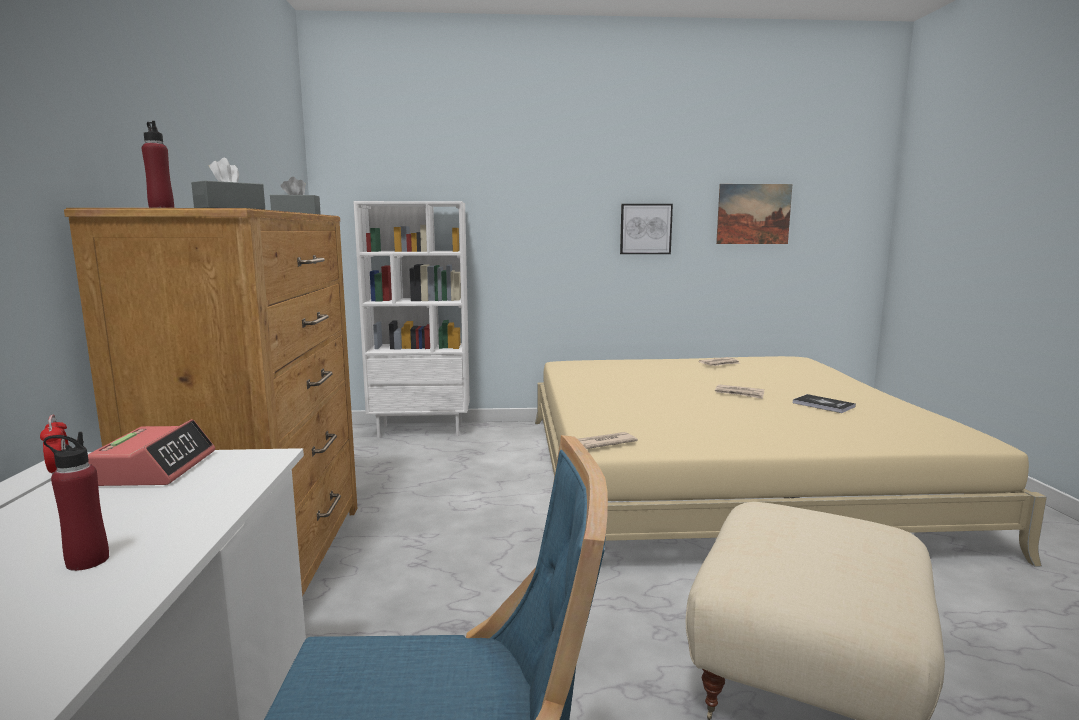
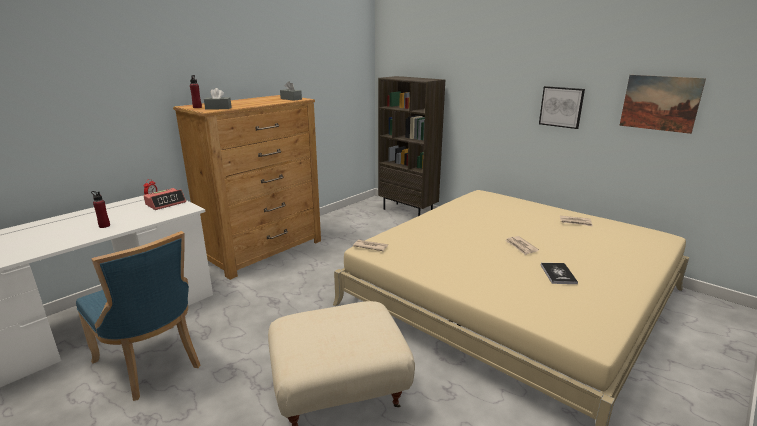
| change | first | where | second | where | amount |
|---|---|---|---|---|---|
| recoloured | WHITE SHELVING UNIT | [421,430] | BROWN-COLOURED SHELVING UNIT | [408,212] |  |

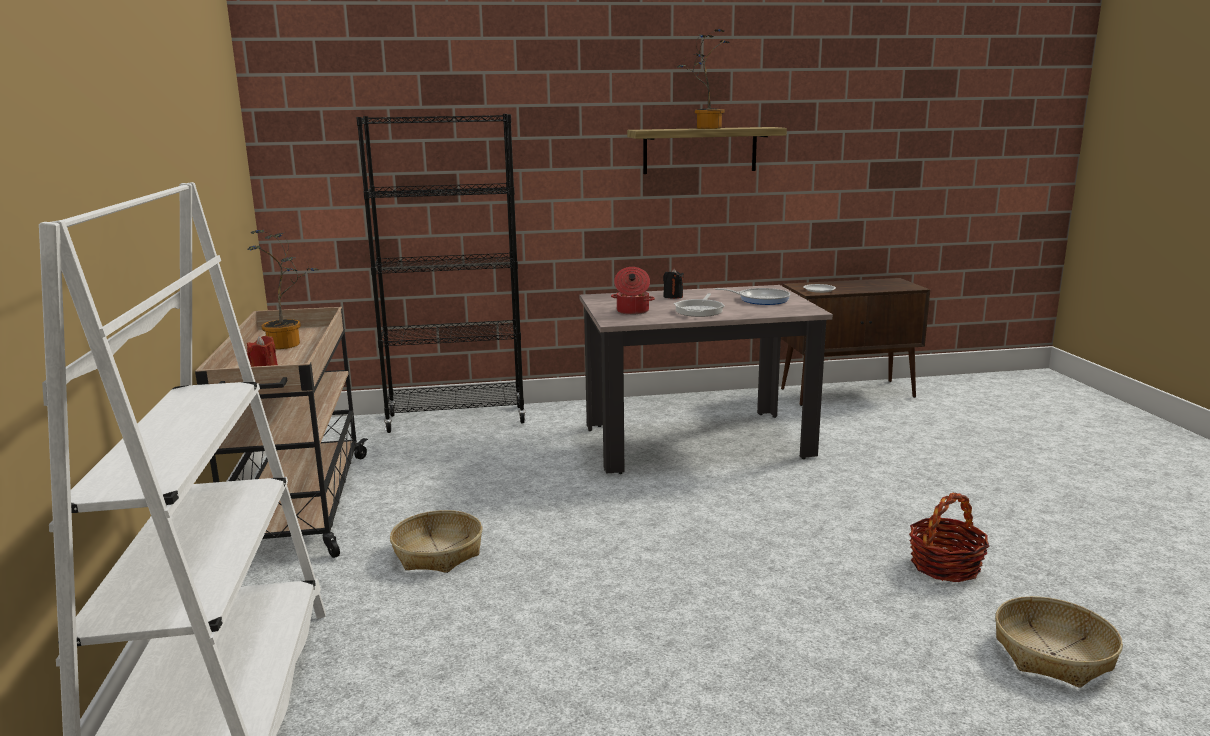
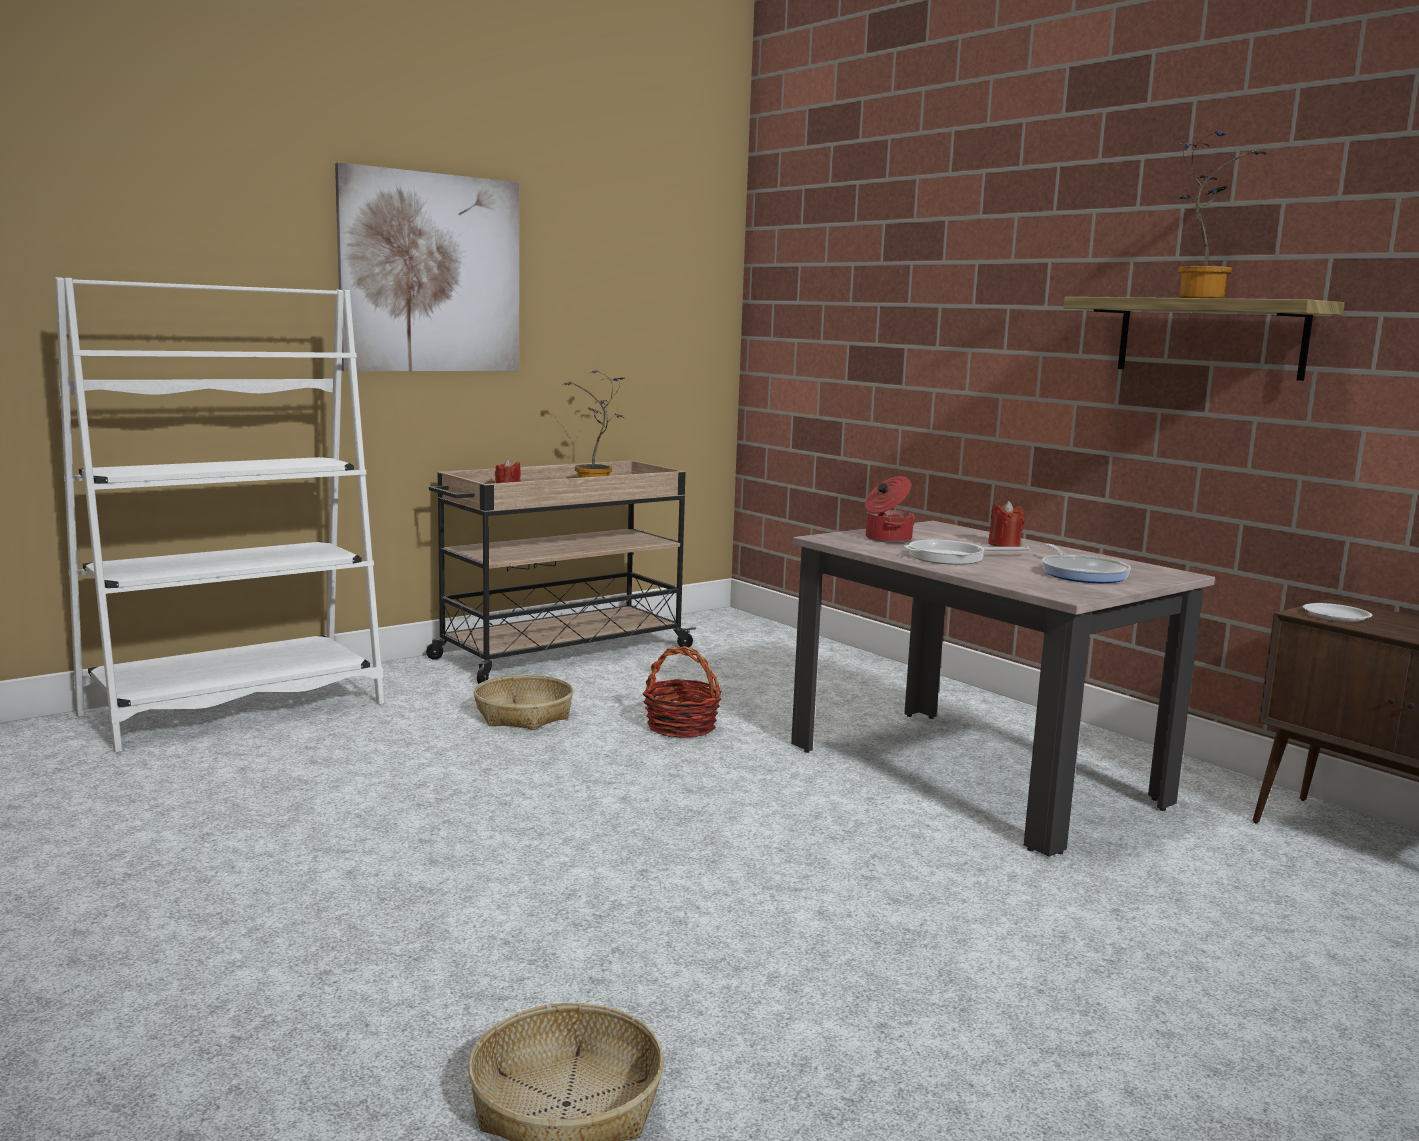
| change | first | where | second | where | amount |
|---|---|---|---|---|---|
| removed | BLACK SHELVING UNIT | [457,419] |  |  |  |
| added |  |  | WALL PICTURE | [431,273] |  |
| moved | BASKET | [945,566] |  | [681,727] |  |
| recoloured | BLACK WAX LIGHT | [673,296] | REDDISH WAX LIGHT | [1004,545] |  |

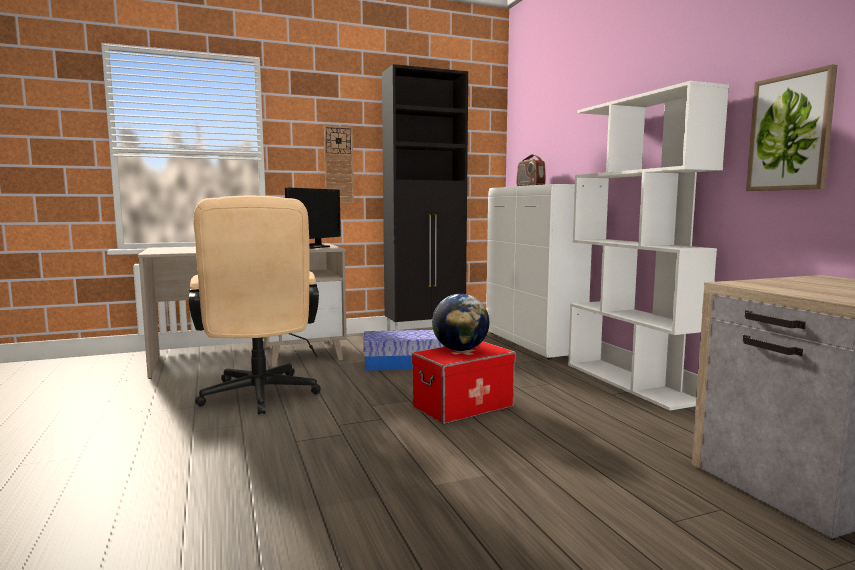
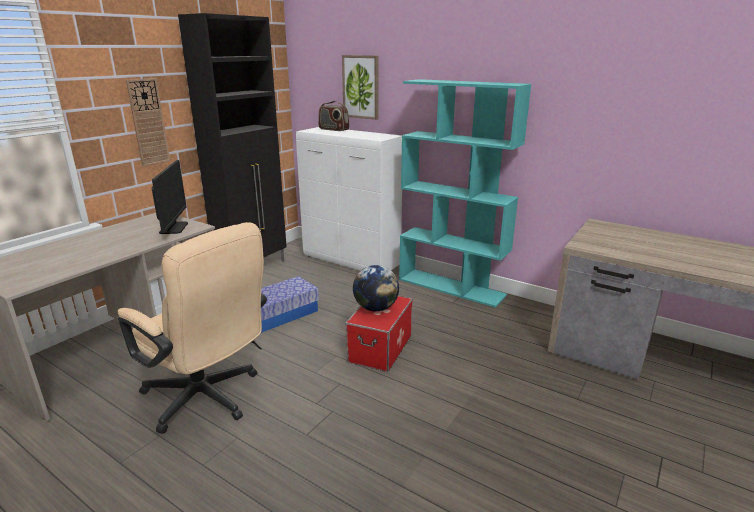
| change | first | where | second | where | amount |
|---|---|---|---|---|---|
| moved | WALL PICTURE | [790,133] |  | [361,87] |  |
| recoloured | WHITE SHELVING UNIT | [630,382] | TURQUOISE-COLOURED SHELVING UNIT | [452,287] |  |

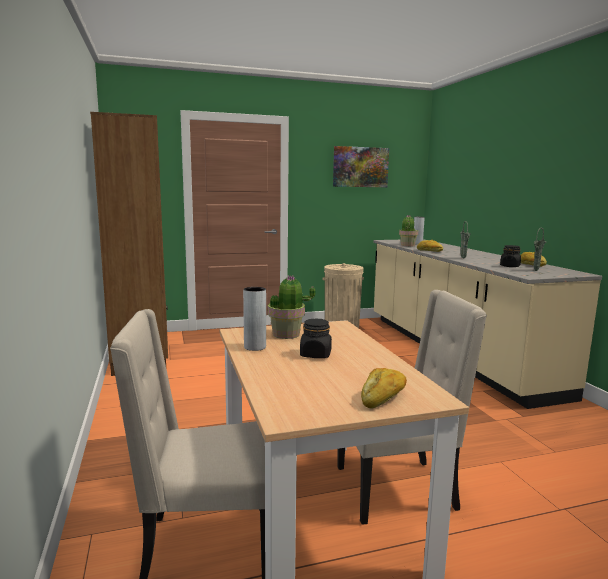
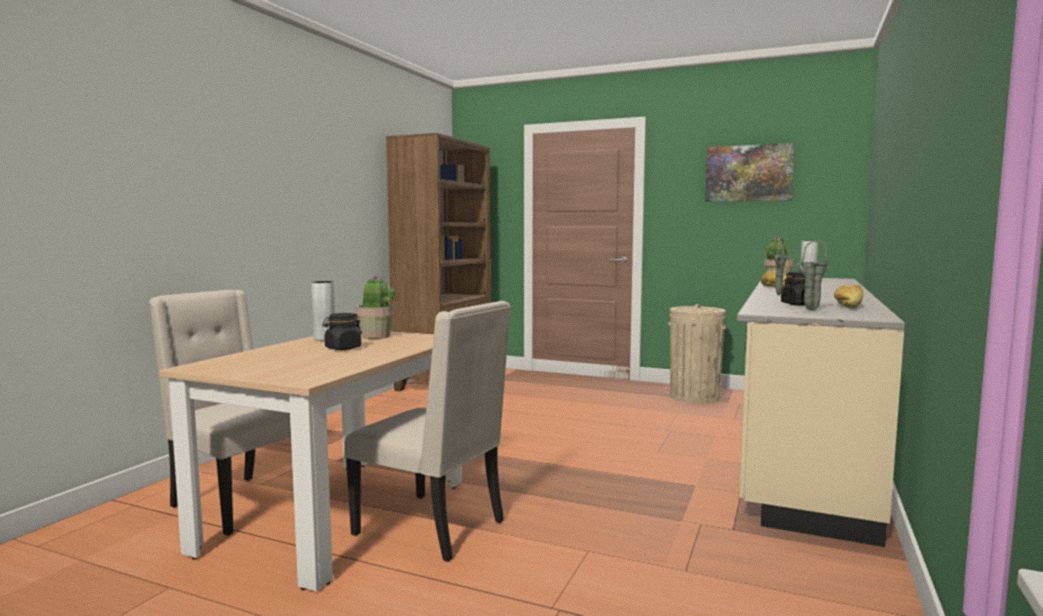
| change | first | where | second | where | amount |
|---|---|---|---|---|---|
| removed | BAKERY BREAD | [384,397] |  |  |  |

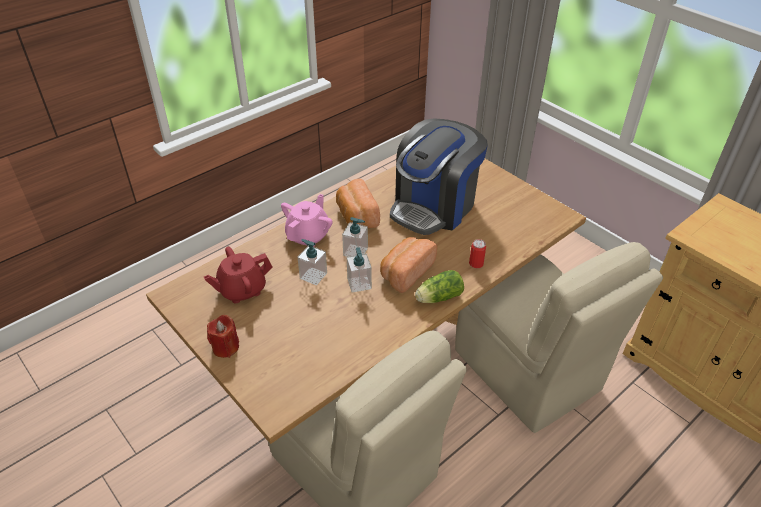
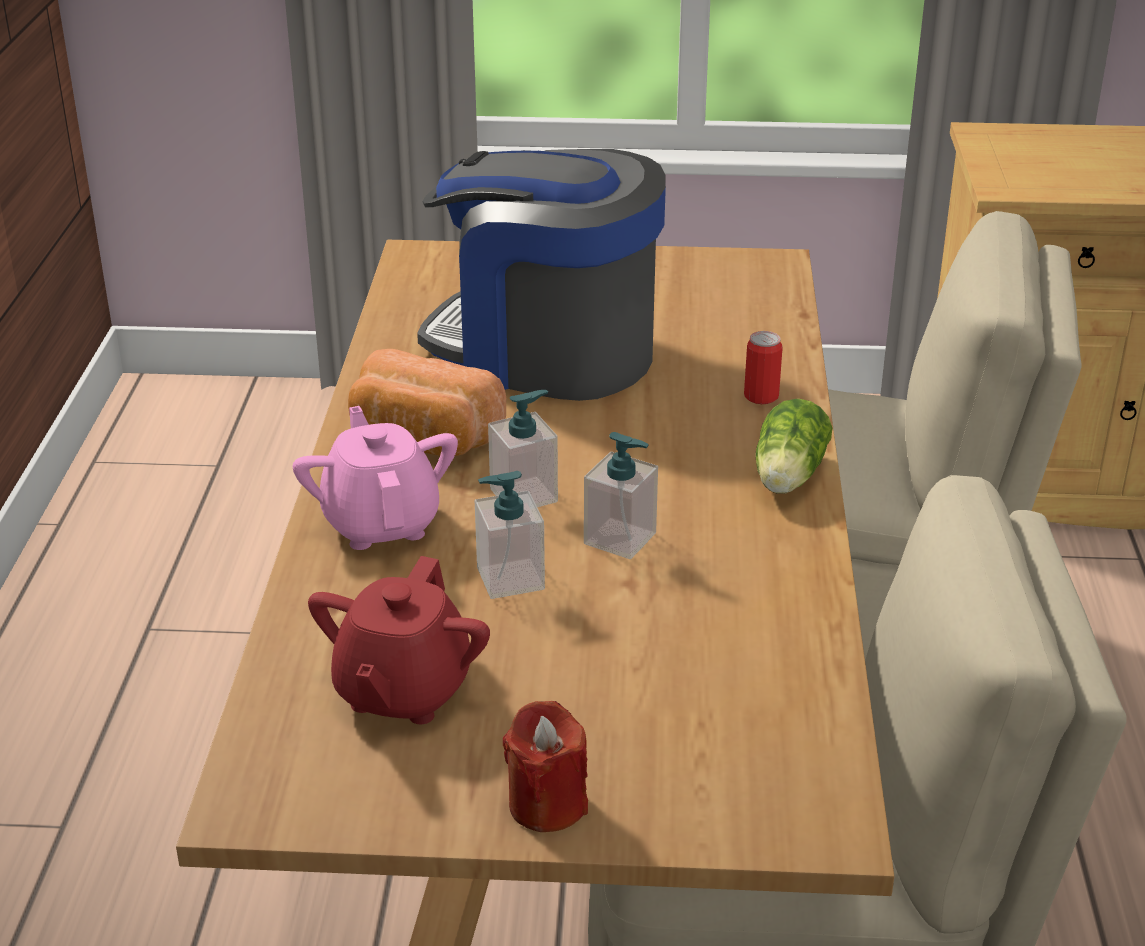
| change | first | where | second | where | amount |
|---|---|---|---|---|---|
| removed | BAKERY BREAD | [405,272] |  |  |  |
| turned | COFFEE MACHINE | [434,206] |  | [545,352] | 120 degrees clockwise |

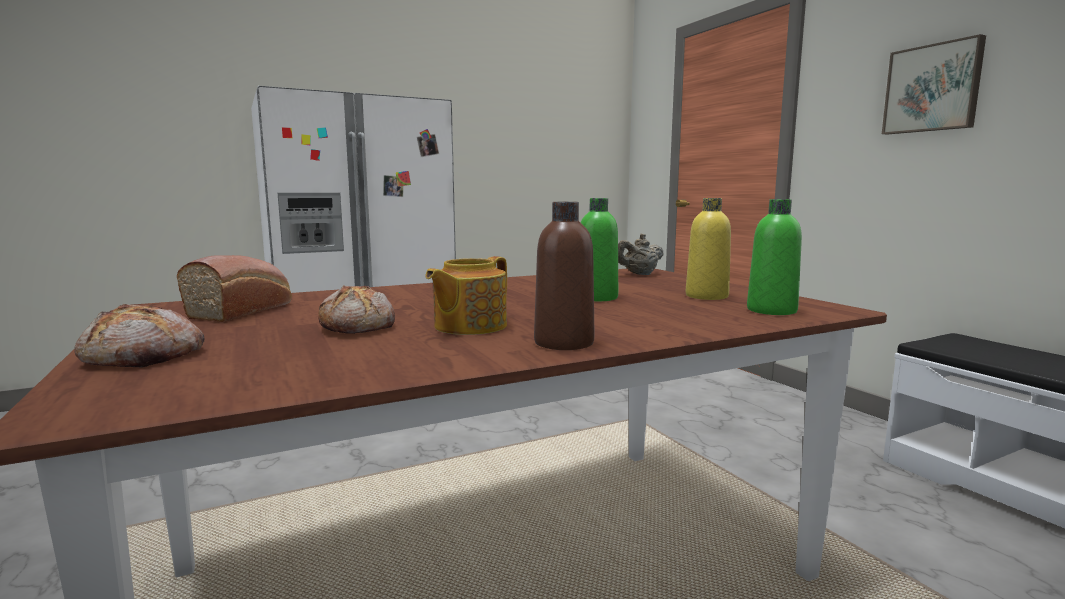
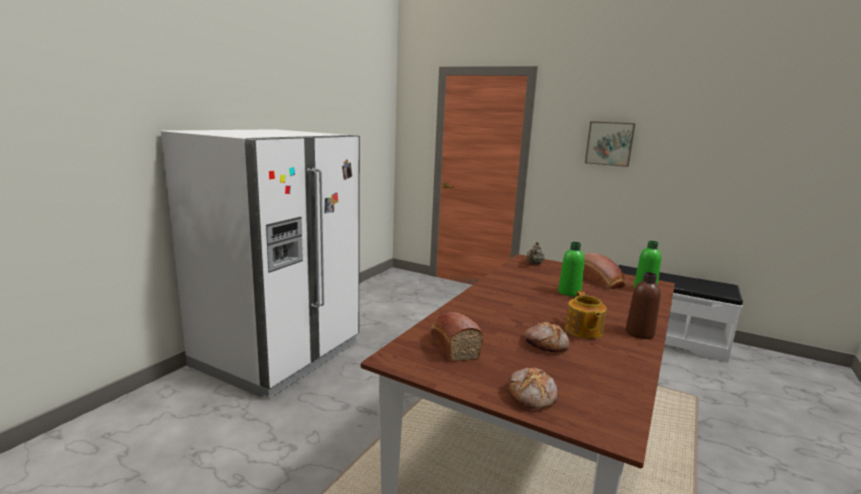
| change | first | where | second | where | amount |
|---|---|---|---|---|---|
| replaced | YELLOW DRINK BOTTLE | [706,296] | BAKERY BREAD | [602,282] |  |

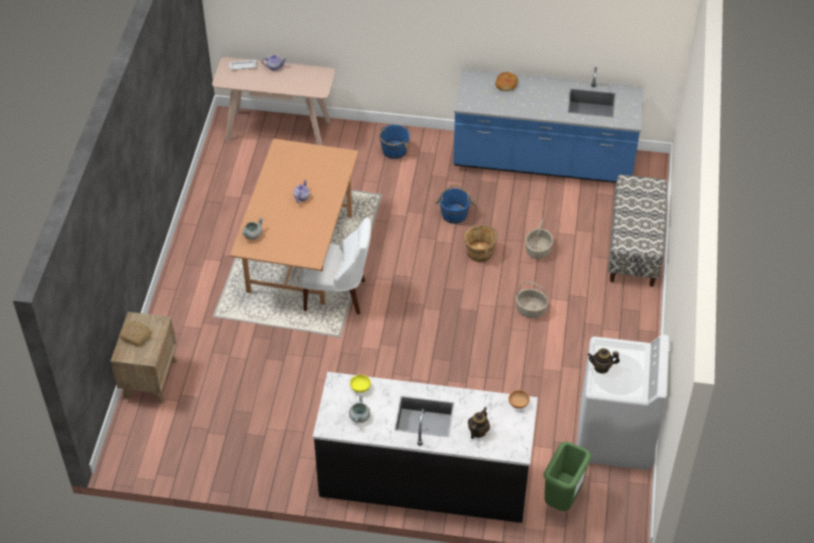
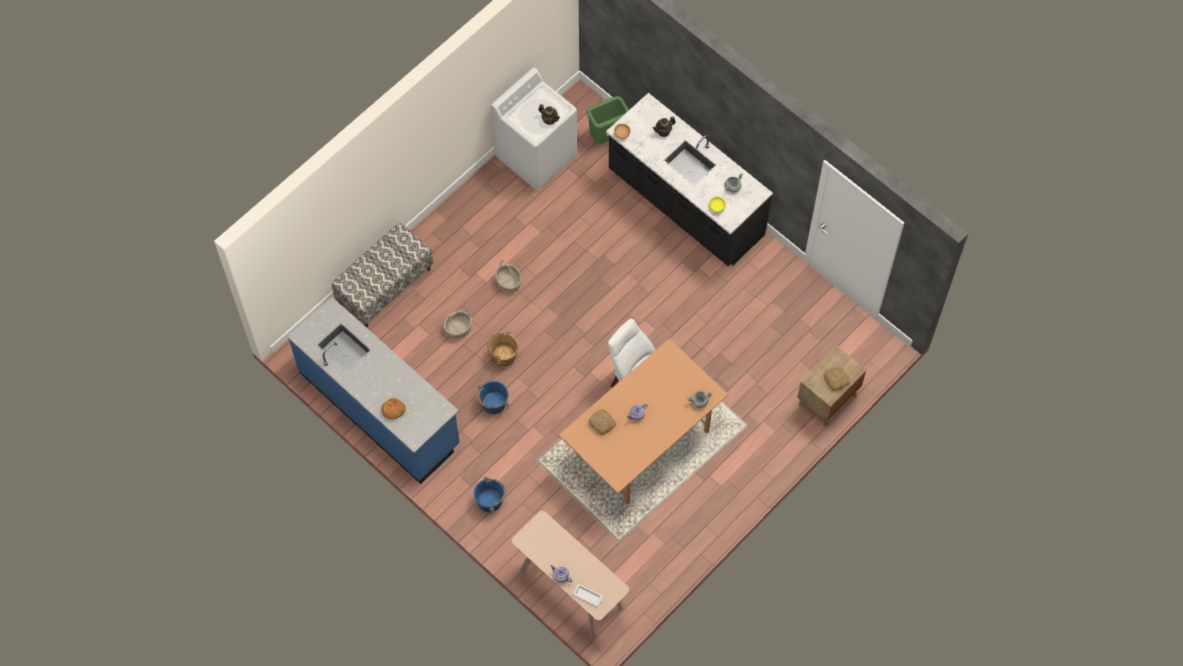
| change | first | where | second | where | amount |
|---|---|---|---|---|---|
| added |  |  | BAKERY BREAD | [602,423] |  |

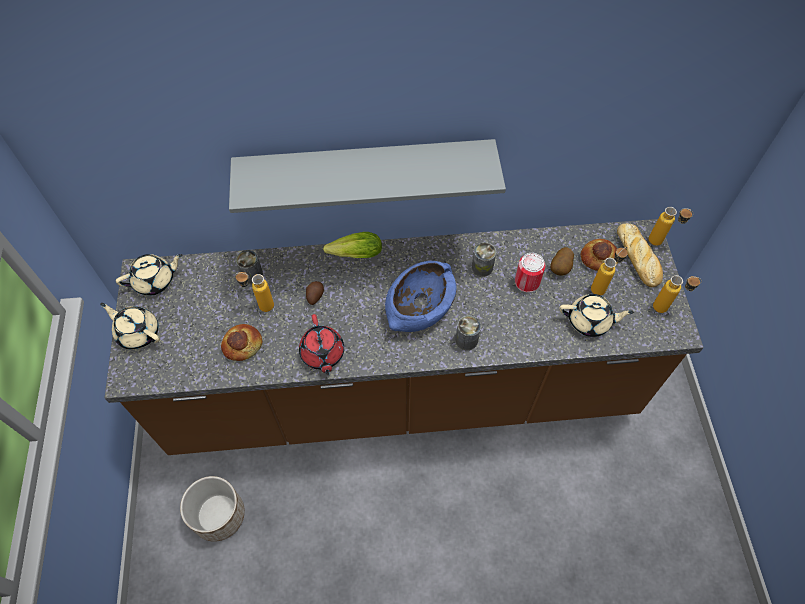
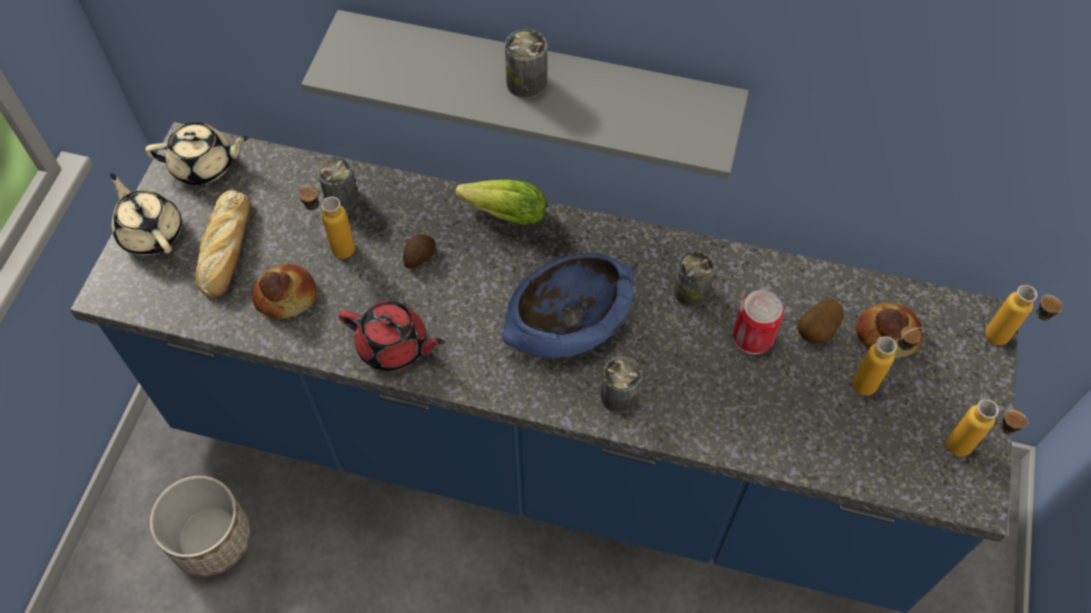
| change | first | where | second | where | amount |
|---|---|---|---|---|---|
| removed | SAND-COLOURED TEAPOT | [590,321] |  |  |  |
| added |  |  | METAL CAN | [526,83] |  |
| moved | BAKERY BREAD | [638,258] |  | [226,249] |  |
| recoloured | BROWN-COLOURED KITCHEN BASE UNIT | [402,390] | BLUISH KITCHEN BASE UNIT | [545,448] |  |
| turned | REDDISH TEAPOT | [322,354] |  | [394,346] | 75 degrees counterclockwise |

